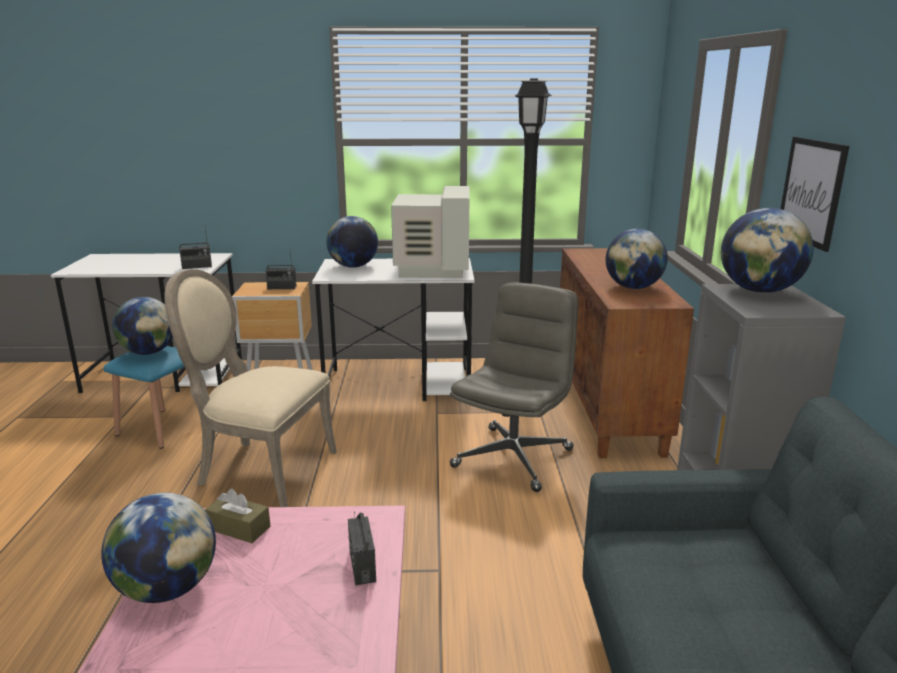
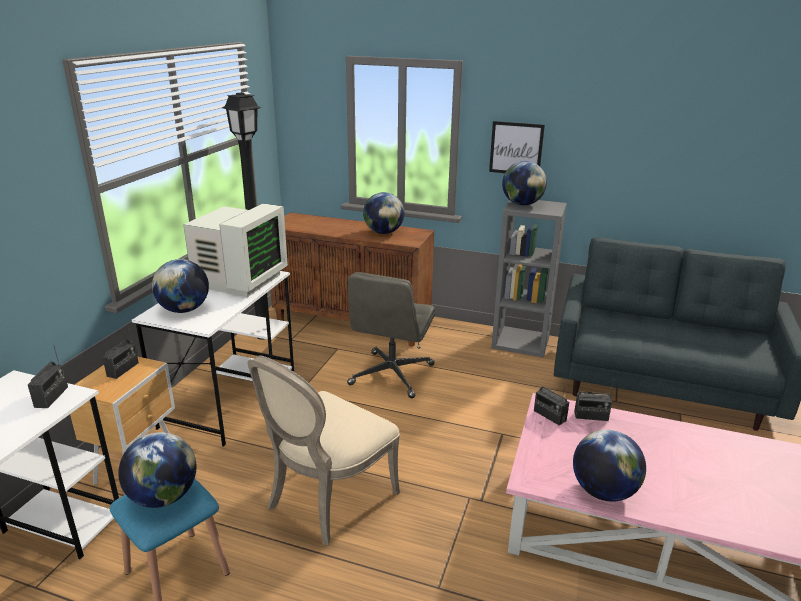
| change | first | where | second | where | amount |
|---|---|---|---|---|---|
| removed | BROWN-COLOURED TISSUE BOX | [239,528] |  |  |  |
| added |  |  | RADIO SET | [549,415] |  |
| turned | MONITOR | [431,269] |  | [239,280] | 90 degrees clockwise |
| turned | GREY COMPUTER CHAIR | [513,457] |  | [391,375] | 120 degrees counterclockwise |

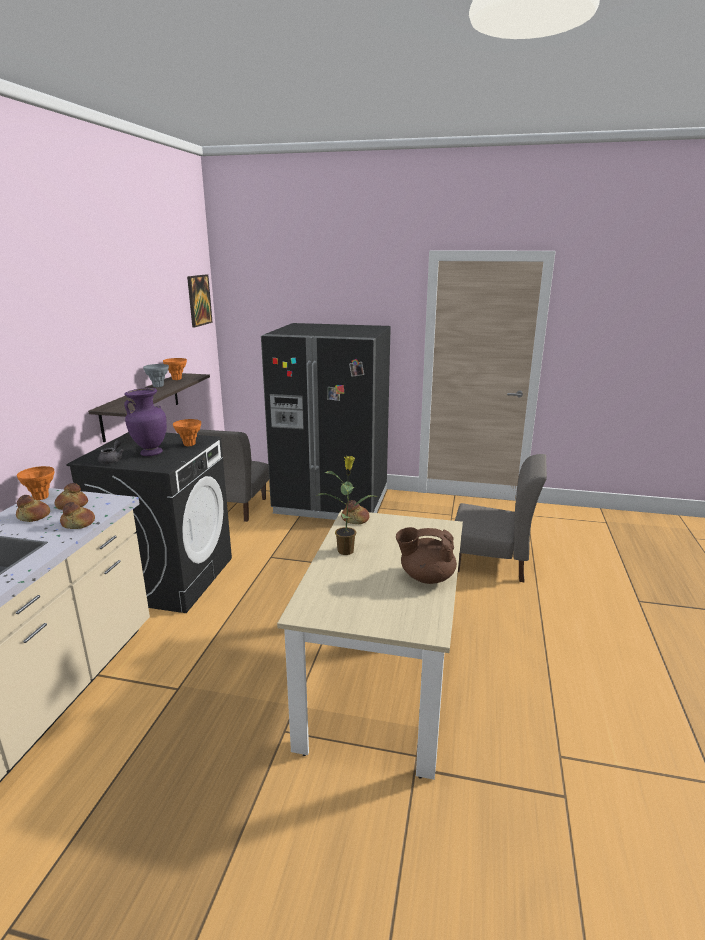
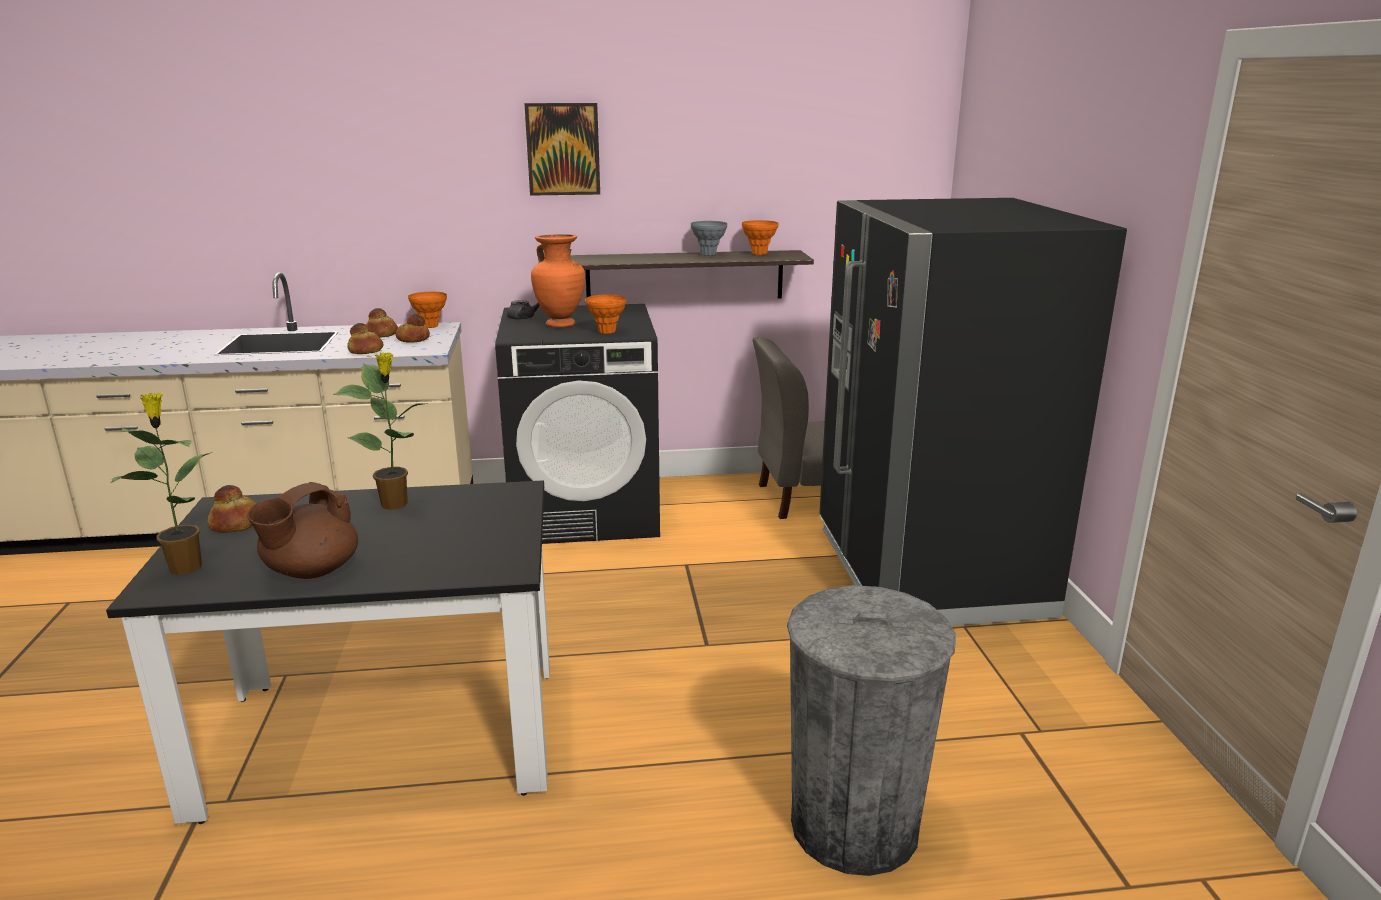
| change | first | where | second | where | amount |
|---|---|---|---|---|---|
| added |  |  | POTTED PLANT | [186,567] |  |
| moved | WALL PICTURE | [199,300] |  | [563,149] |  |
| moved | BAKERY BREAD | [355,519] |  | [237,524] |  |
| replaced | GREY CHAIR | [491,562] | GREY TRASH CAN | [854,826] |  |
| recoloured | PURPLE-COLOURED VASE | [150,453] | ORANGE VASE | [561,325] |  |
| recoloured | SAND-COLOURED DINING TABLE | [381,684] | BLACK DINING TABLE | [384,737] |  |
| turned | BROWN-COLOURED TEAPOT | [426,577] |  | [311,571] | 135 degrees counterclockwise |

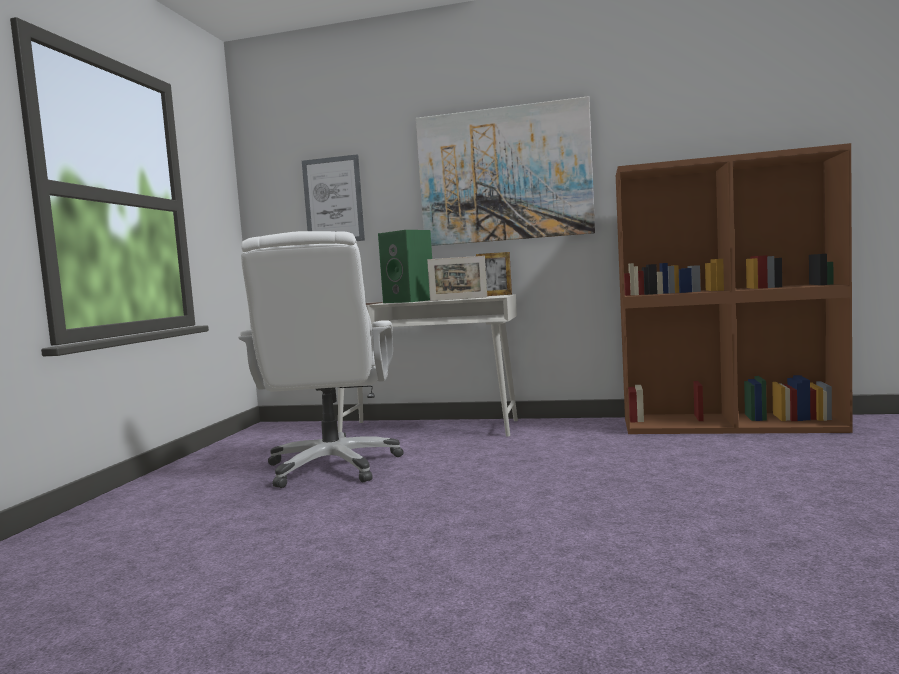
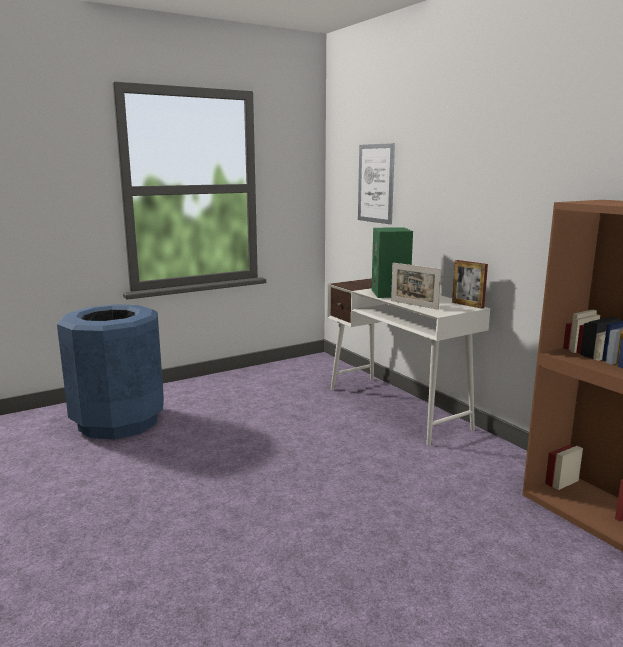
| change | first | where | second | where | amount |
|---|---|---|---|---|---|
| removed | WHITE COMPUTER CHAIR | [333,467] |  |  |  |
| removed | WALL PICTURE | [504,175] |  |  |  |
| added |  |  | BLUISH TRASH CAN | [119,421] |  |

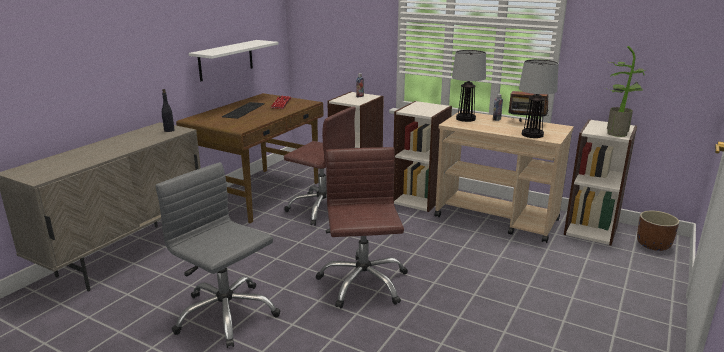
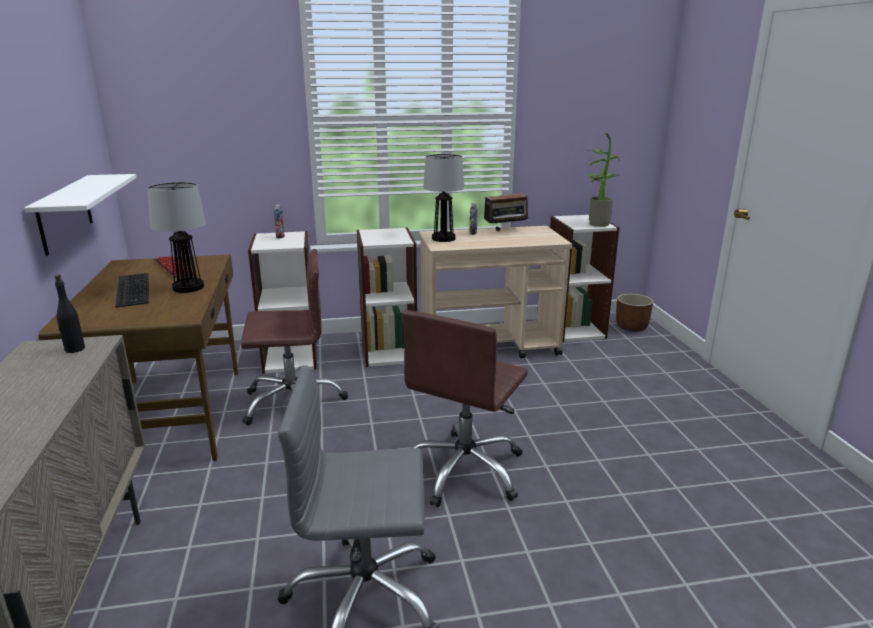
| change | first | where | second | where | amount |
|---|---|---|---|---|---|
| moved | TABLE LAMP | [532,134] |  | [187,287] |  |
| turned | BROWN-COLOURED COMPUTER CHAIR | [362,283] |  | [465,470] | 105 degrees counterclockwise |

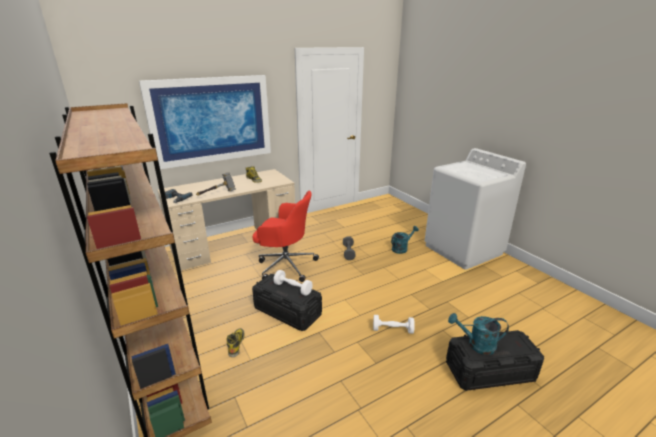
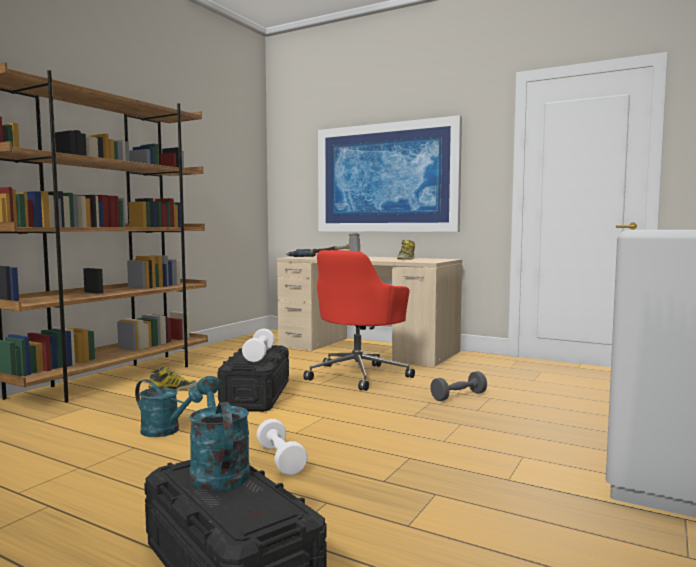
| change | first | where | second | where | amount |
|---|---|---|---|---|---|
| moved | TURQUOISE-COLOURED WATERING CAN | [401,248] |  | [166,431] |  |
| turned | REDDISH COMPUTER CHAIR | [285,265] |  | [359,375] | 45 degrees clockwise |

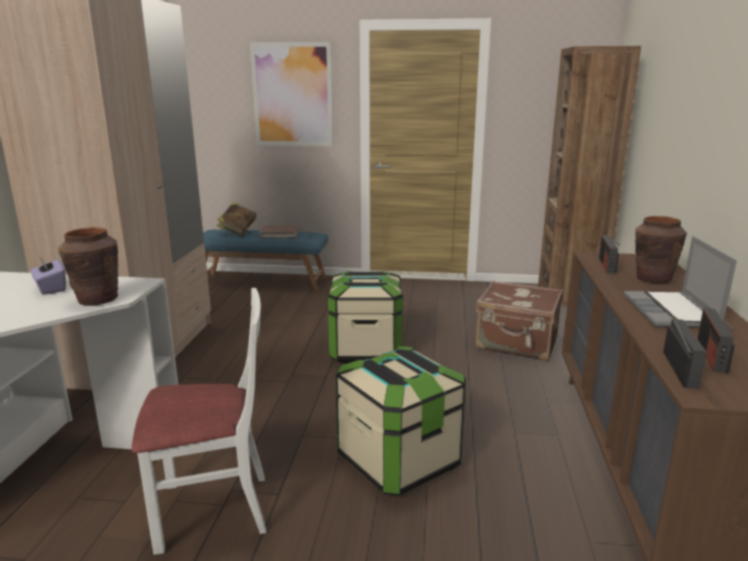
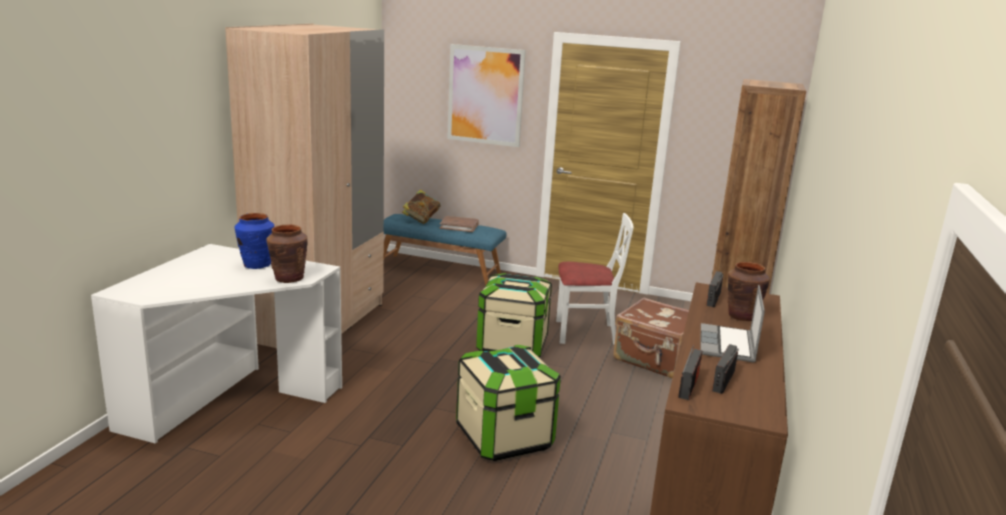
| change | first | where | second | where | amount |
|---|---|---|---|---|---|
| moved | WHITE CHAIR | [213,510] |  | [585,333] |  |
| replaced | PURPLE-COLOURED TISSUE BOX | [51,288] | BLUISH VASE | [256,265] |  |

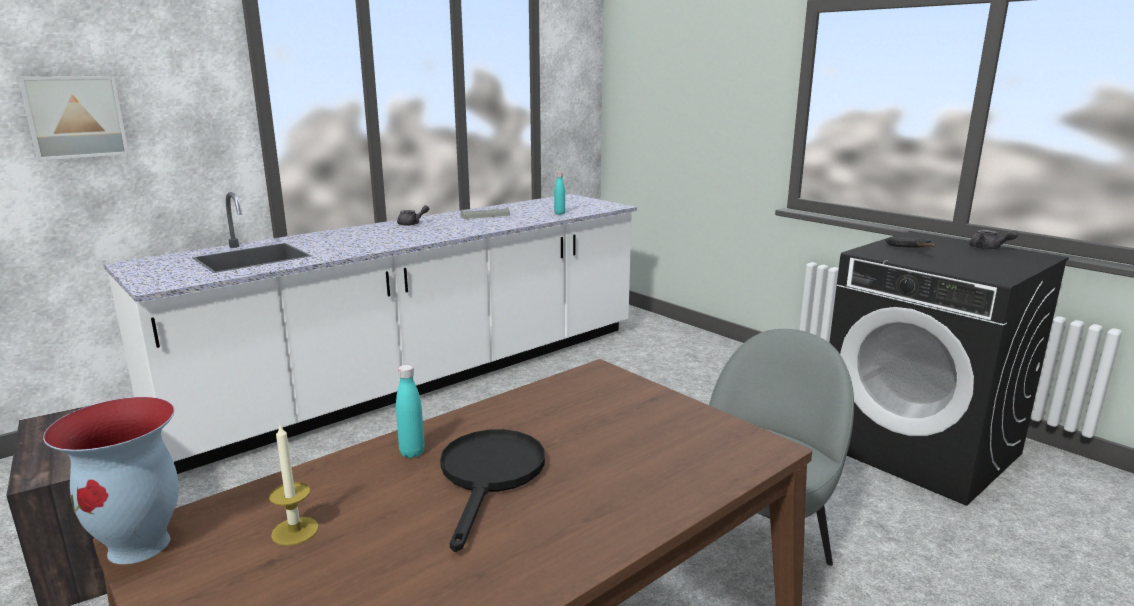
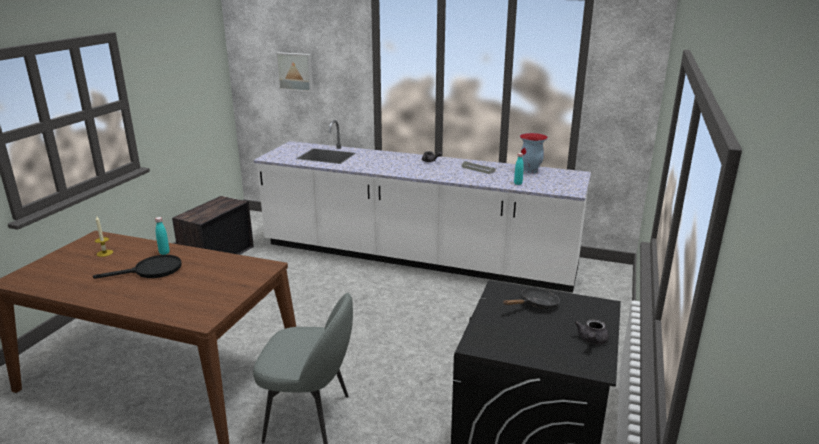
| change | first | where | second | where | amount |
|---|---|---|---|---|---|
| moved | VASE | [141,545] |  | [531,171] |  |

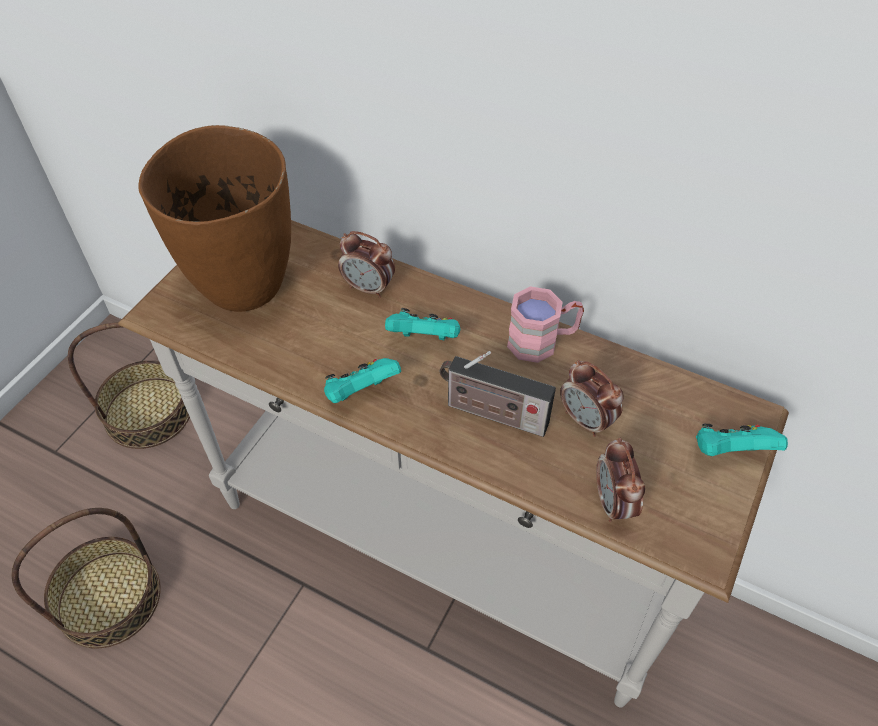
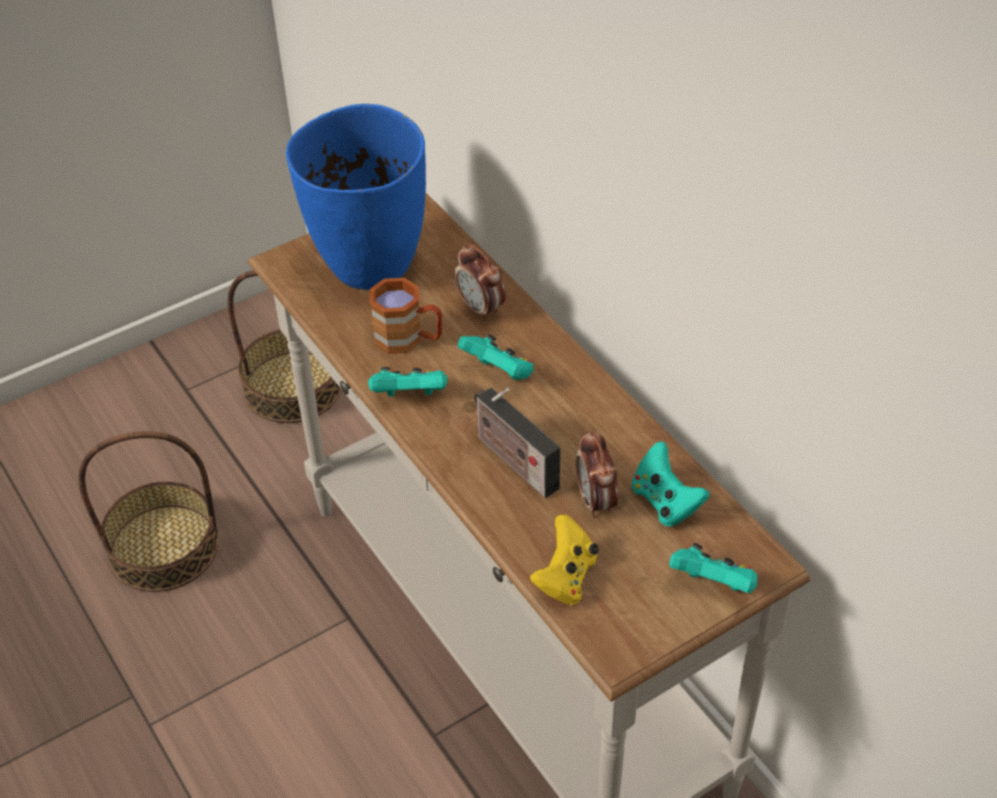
| change | first | where | second | where | amount |
|---|---|---|---|---|---|
| removed | PINK TEA MUG | [542,341] |  |  |  |
| added |  |  | BROWN-COLOURED TEA MUG | [409,339] |  |
| added |  |  | TURQUOISE-COLOURED JOYPAD | [665,502] |  |
| replaced | TABLE CLOCK | [613,503] | YELLOW JOYPAD | [566,577] |  |
| recoloured | BROWN-COLOURED VASE | [244,287] | BLUISH VASE | [370,267] |  |

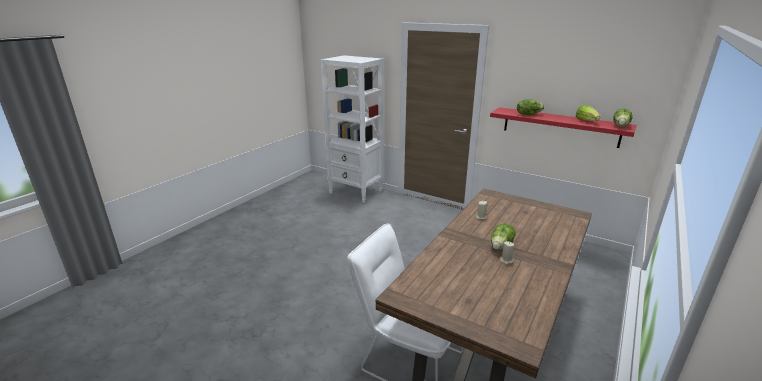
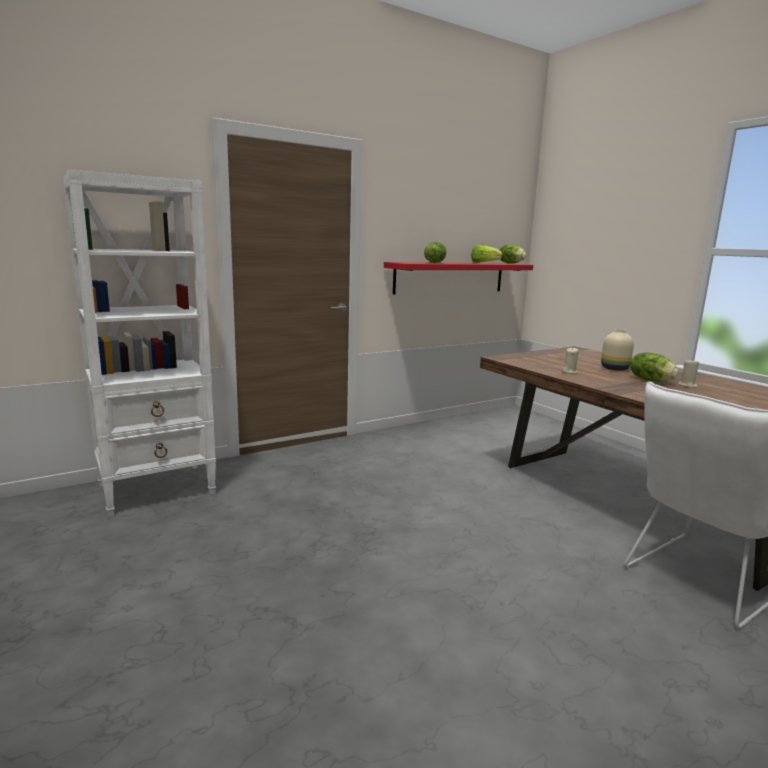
| change | first | where | second | where | amount |
|---|---|---|---|---|---|
| added |  |  | SAND-COLOURED VASE | [613,369] |  |

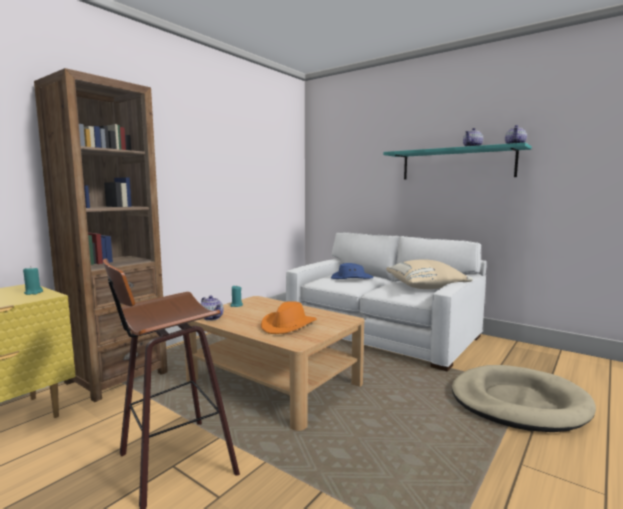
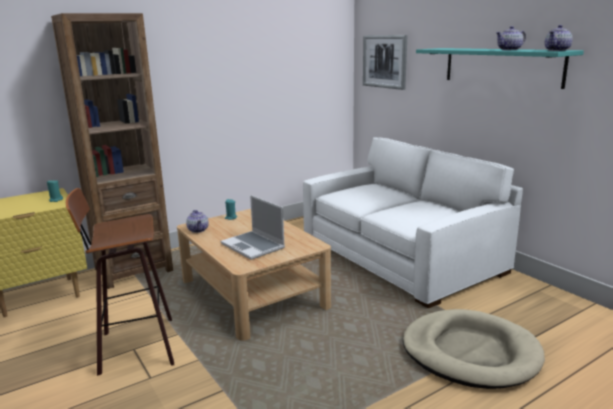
| change | first | where | second | where | amount |
|---|---|---|---|---|---|
| removed | BLUISH CLOTHING HAT | [351,278] |  |  |  |
| removed | SAND-COLOURED PILLOW | [426,288] |  |  |  |
| added |  |  | WALL PICTURE | [384,61] |  |
| replaced | ORANGE CLOTHING HAT | [288,325] | LAPTOP | [254,246] |  |

